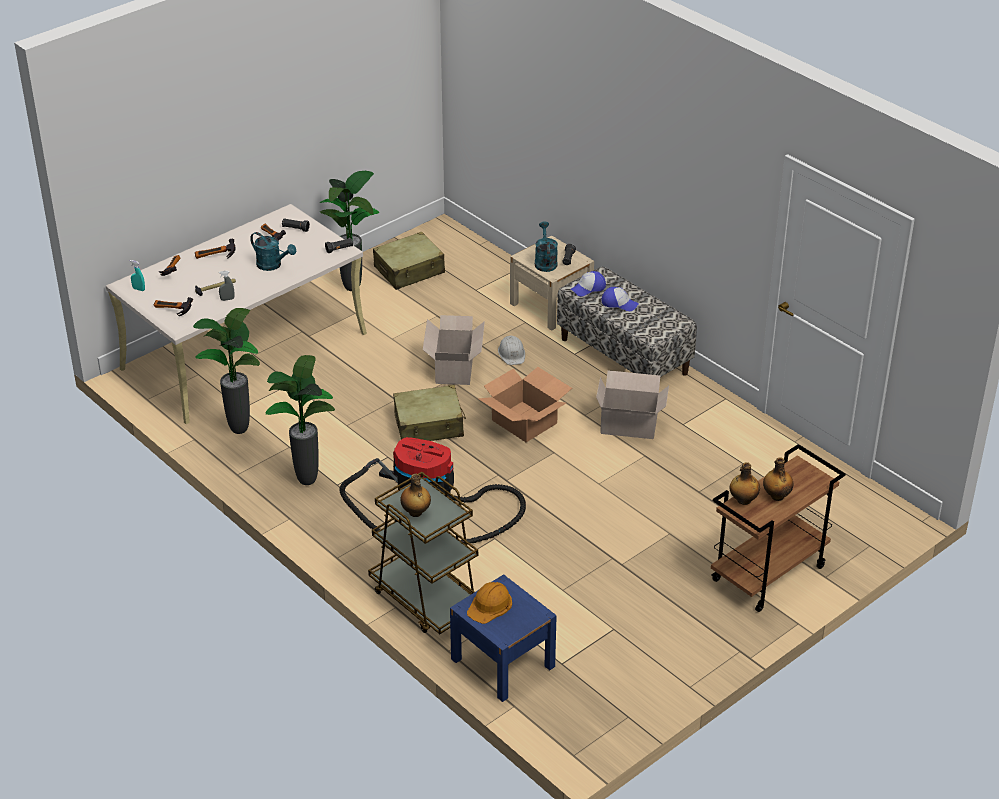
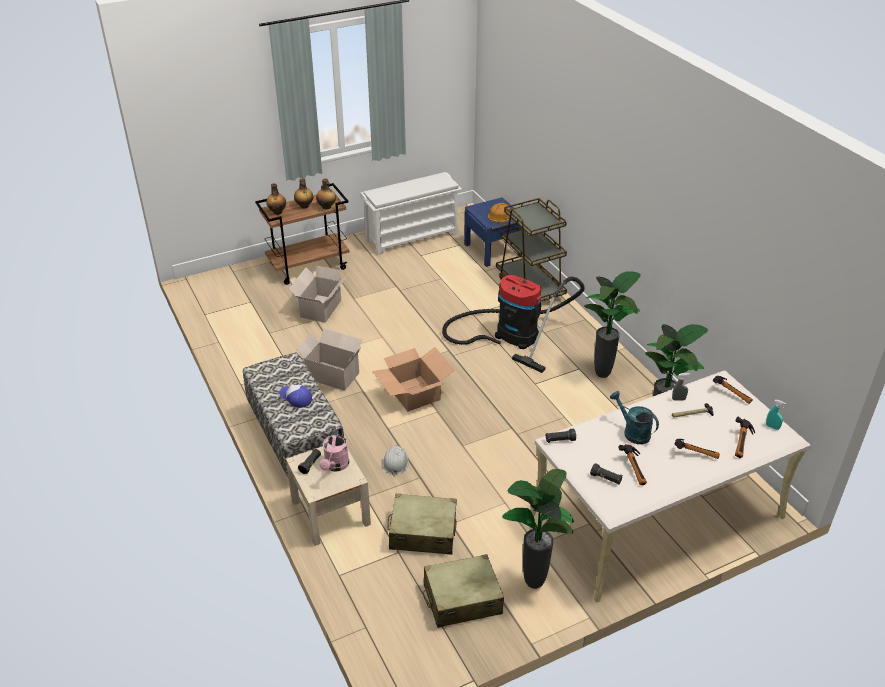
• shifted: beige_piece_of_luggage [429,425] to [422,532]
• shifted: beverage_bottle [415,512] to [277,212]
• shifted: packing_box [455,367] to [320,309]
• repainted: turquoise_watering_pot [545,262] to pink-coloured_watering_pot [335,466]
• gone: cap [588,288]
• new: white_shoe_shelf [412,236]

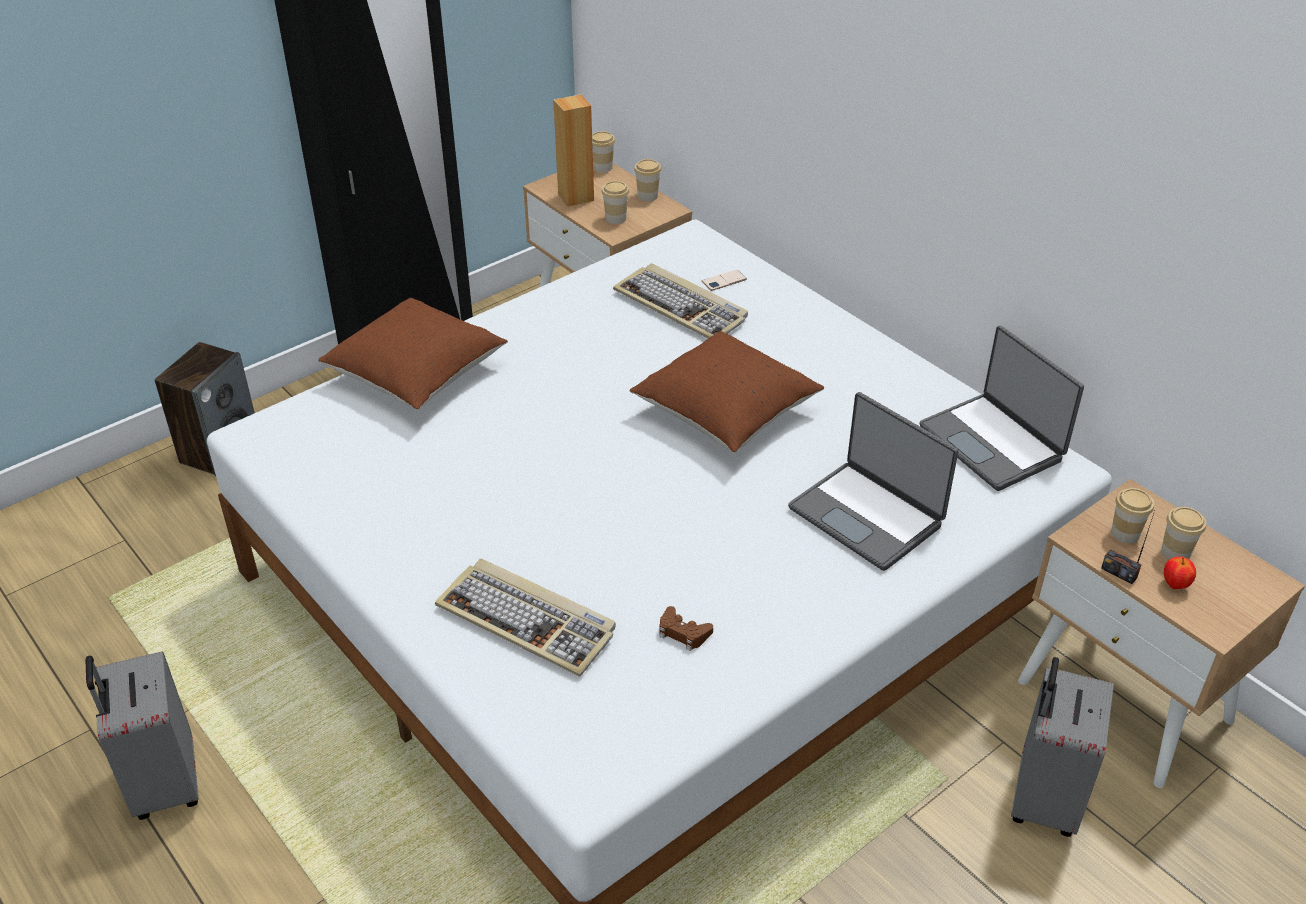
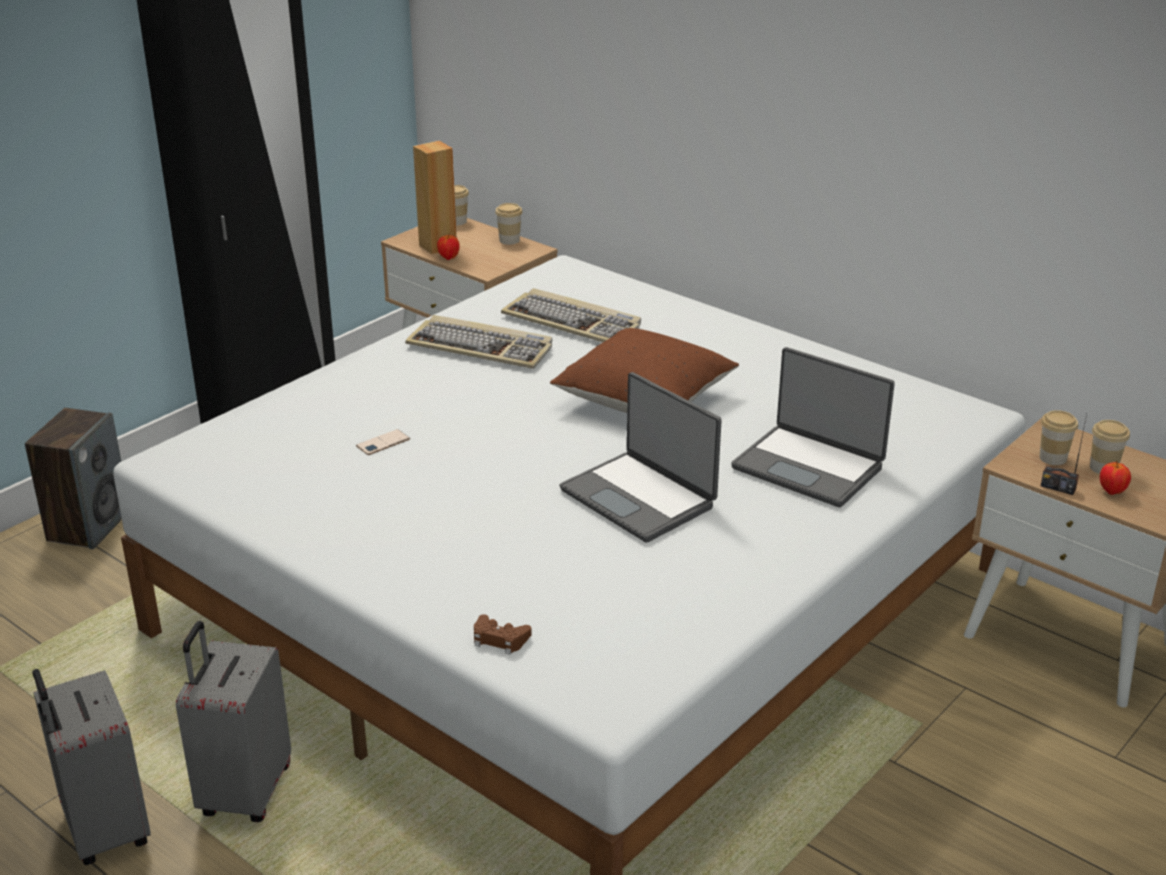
• gone: brownish_throw_pillow [417,374]
• shifted: PC_keyboard [528,620] to [482,347]
• gone: drinking_cup [615,218]
• shifted: brownish_game_controller [683,633] to [499,639]
• shifted: telephone [724,281] to [383,443]
• shifted: laptop [993,442] to [640,497]
• shifted: grey_piece_of_luggage [1042,799] to [244,792]
• new: apple [448,258]

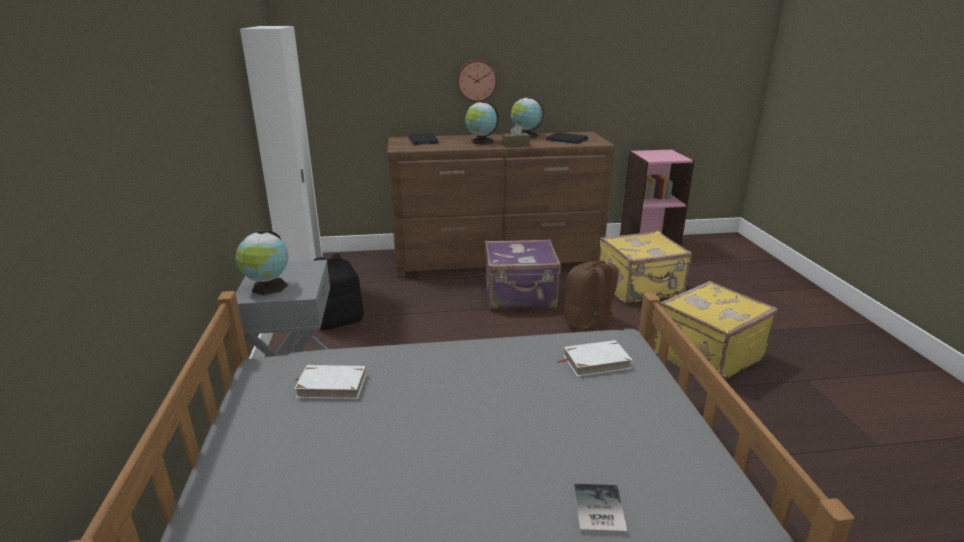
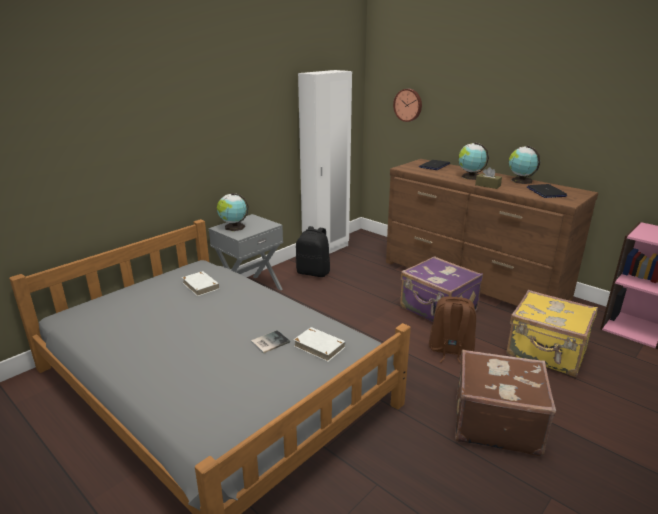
• shifted: wall_clock [476,80] to [408,105]
• shifted: book [597,510] to [269,342]
• repainted: yellow_piece_of_luggage [705,356] to brownish_piece_of_luggage [495,422]

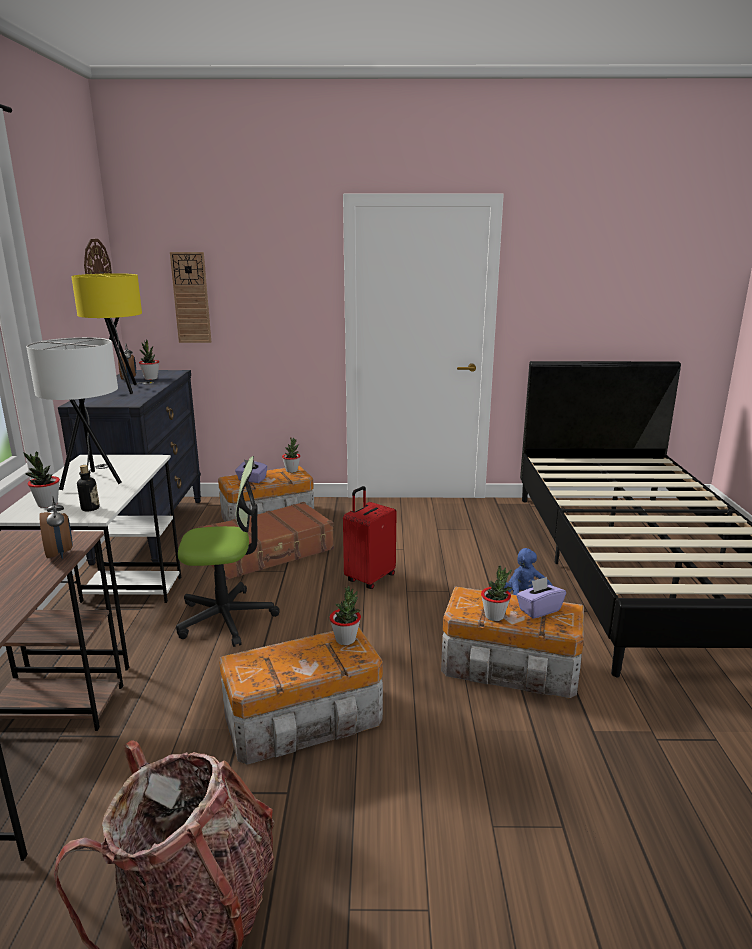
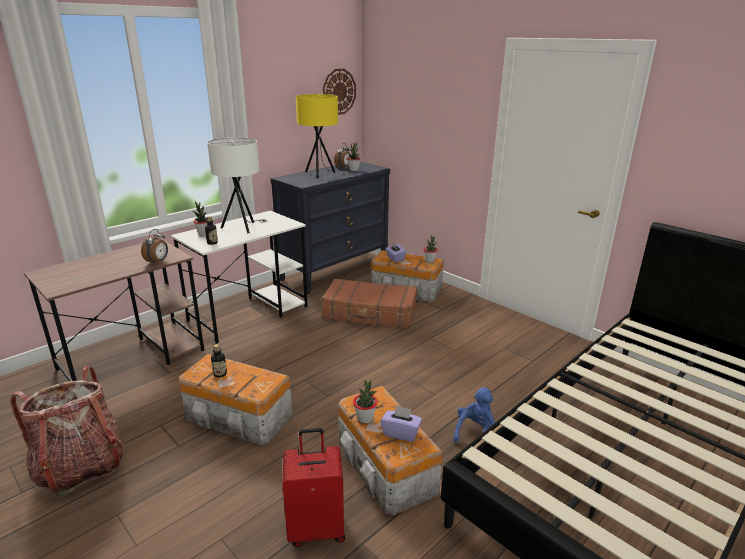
• gone: wall_clock [191,298]
• gone: desk_chair [226,618]
• gone: houseplant [345,639]
• shifted: red-coloured_piece_of_luggage [369,578] to [316,528]
• new: beverage_bottle [220,374]

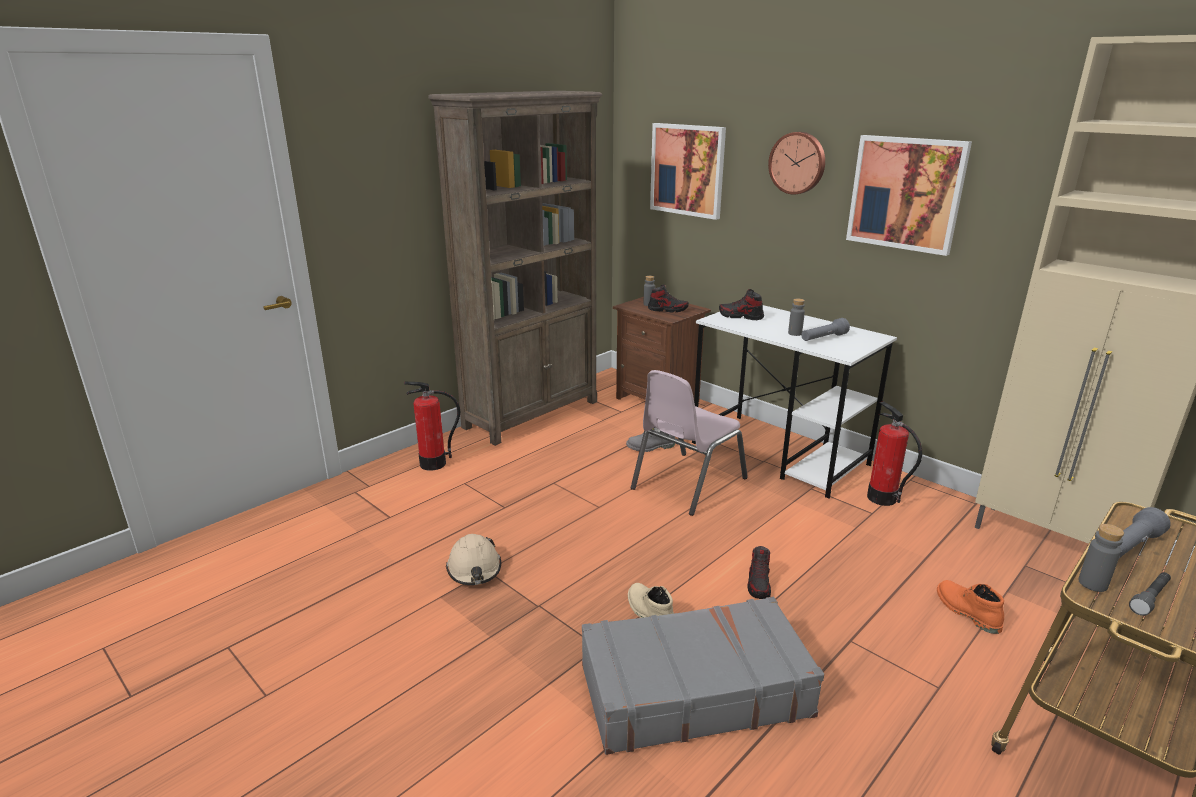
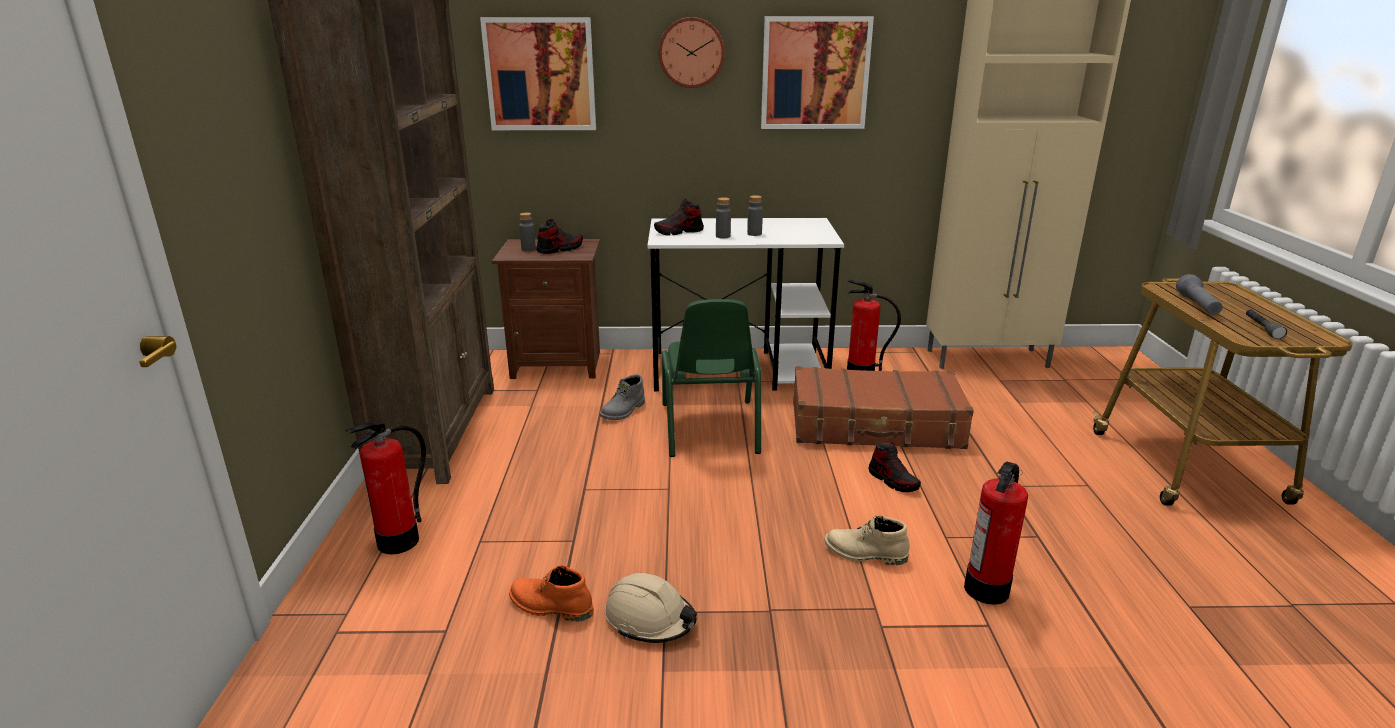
• swapped: grey_piece_of_luggage [693,689] to fire_extinguisher [987,589]
• repainted: pink-coloured_plain_chair [687,483] to green-coloured_plain_chair [710,428]
• gone: grey_torch [823,338]
• shifted: orange_tall_boot [966,611] to [550,607]
• shifted: grey_beverage_bottle [1092,584] to [723,236]
• new: brownish_piece_of_luggage [876,426]

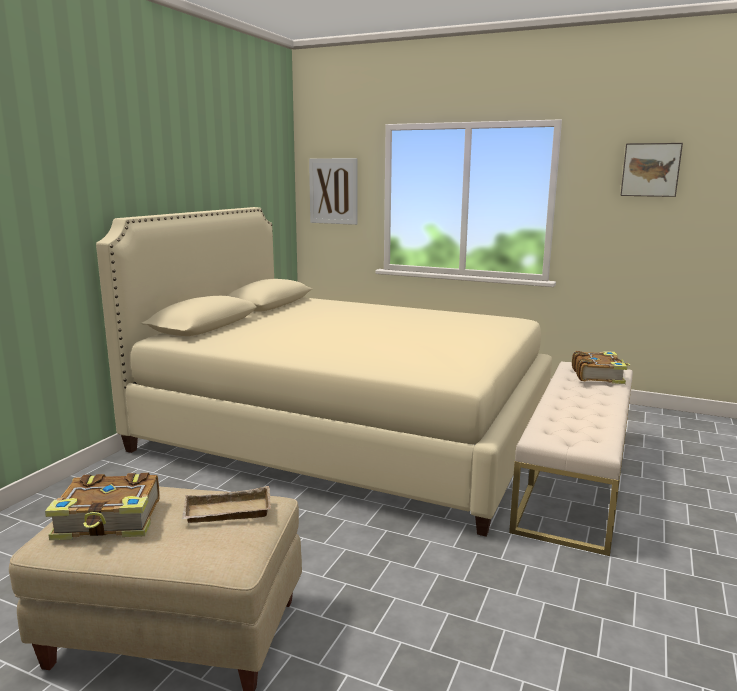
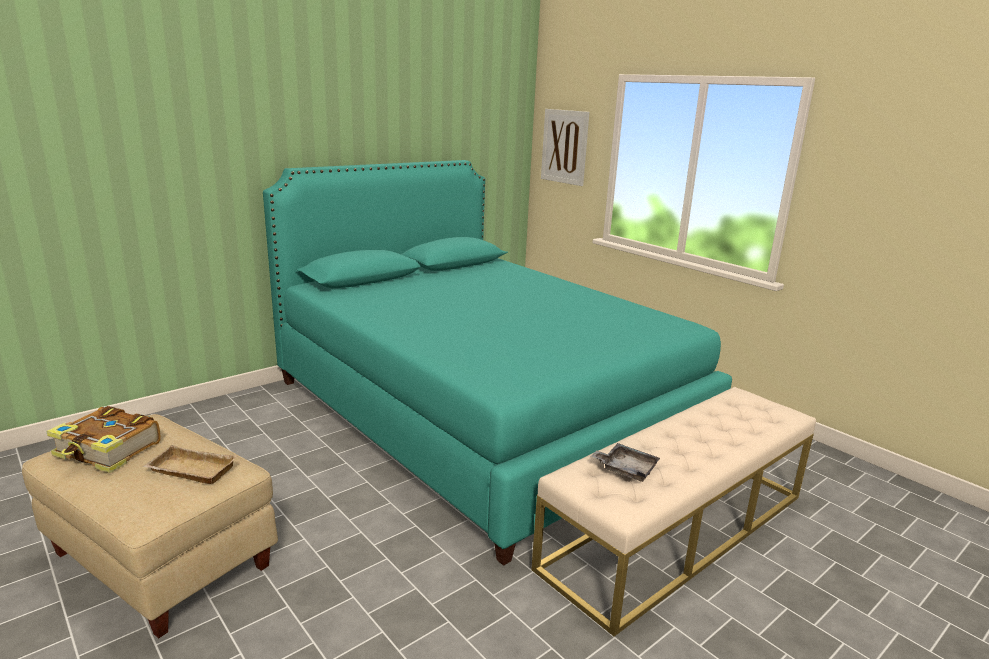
• repainted: beige_sleeping_bed [346,434] to turquoise_sleeping_bed [482,413]
• gone: book [598,375]
• gone: picture [650,170]
• new: grey_tray [626,469]

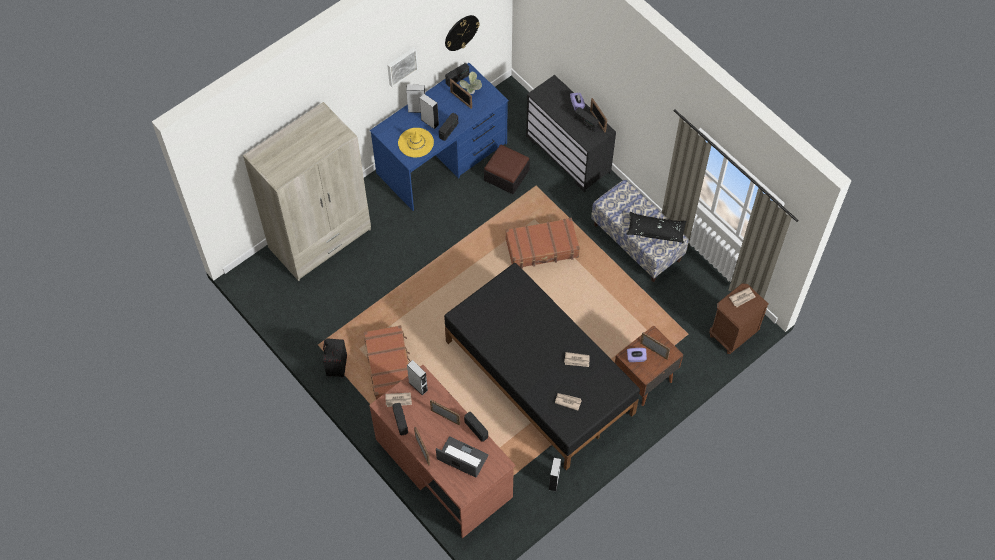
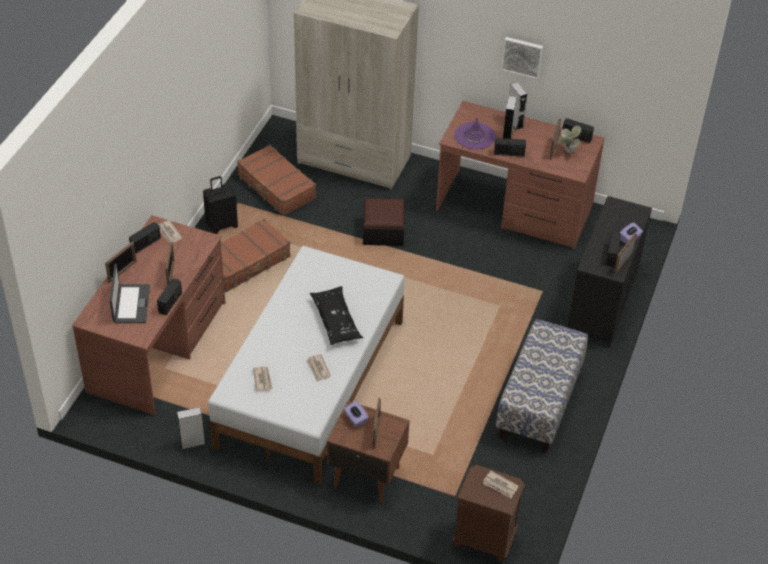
• repainted: bluish_desk_table [442,158] to brownish_desk_table [514,208]
• repainted: yellow_wearable_hat [416,142] to purple-coloured_wearable_hat [474,136]
• gone: grey_audio_speaker [418,386]
• repainted: blackish_sleeping_bed [539,378] to white_sleeping_bed [309,383]
• gone: wall_clock [461,32]
• shifted: footrest [506,175] to [383,231]
• shifted: brownish_piece_of_luggage [542,248] to [276,187]
• shifted: blackish_throw_pillow [655,231] to [336,321]

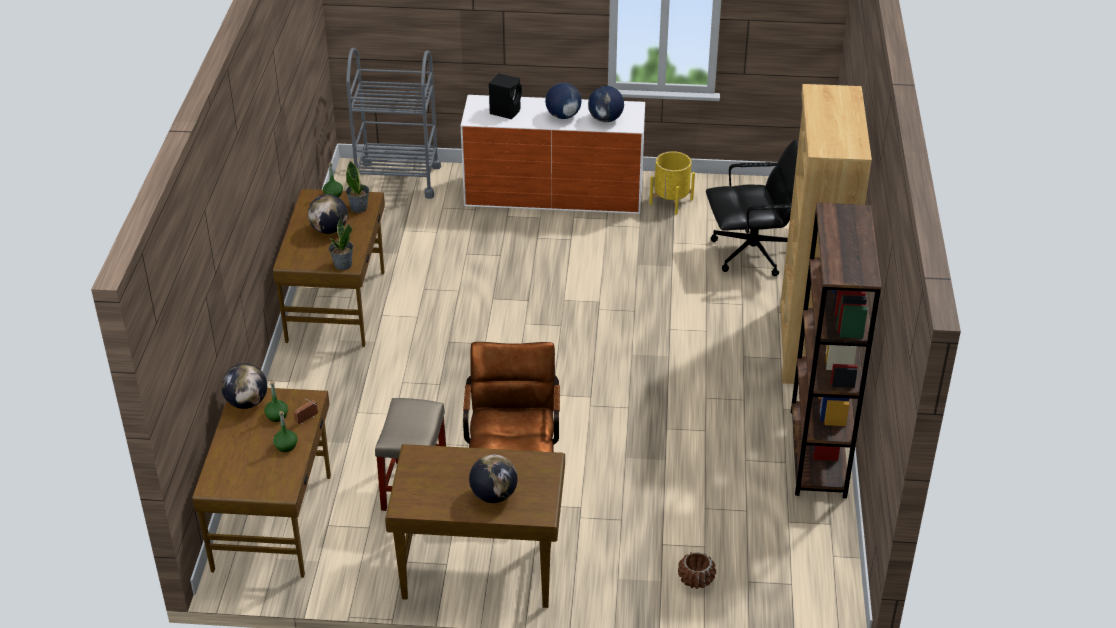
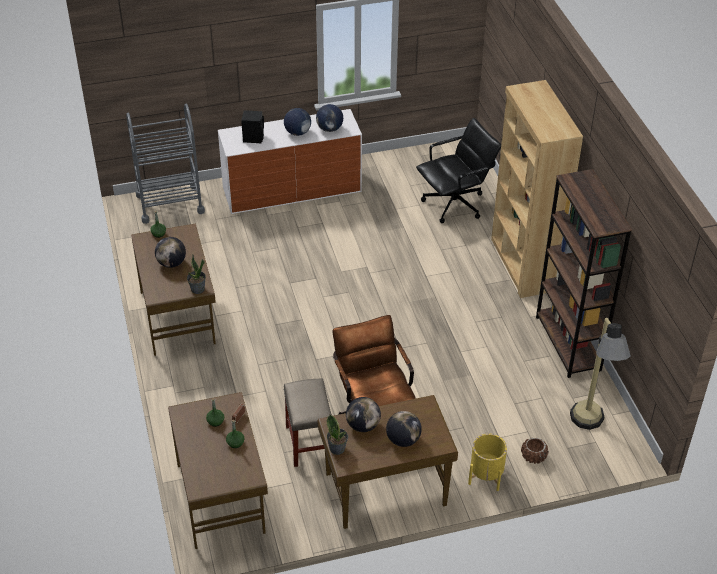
• shifted: world_globe [247,403] to [363,425]
• shifted: houseplant [359,207] to [337,448]
• shifted: yellow_planter [671,201] to [486,475]
• new: floor_lamp [589,429]

